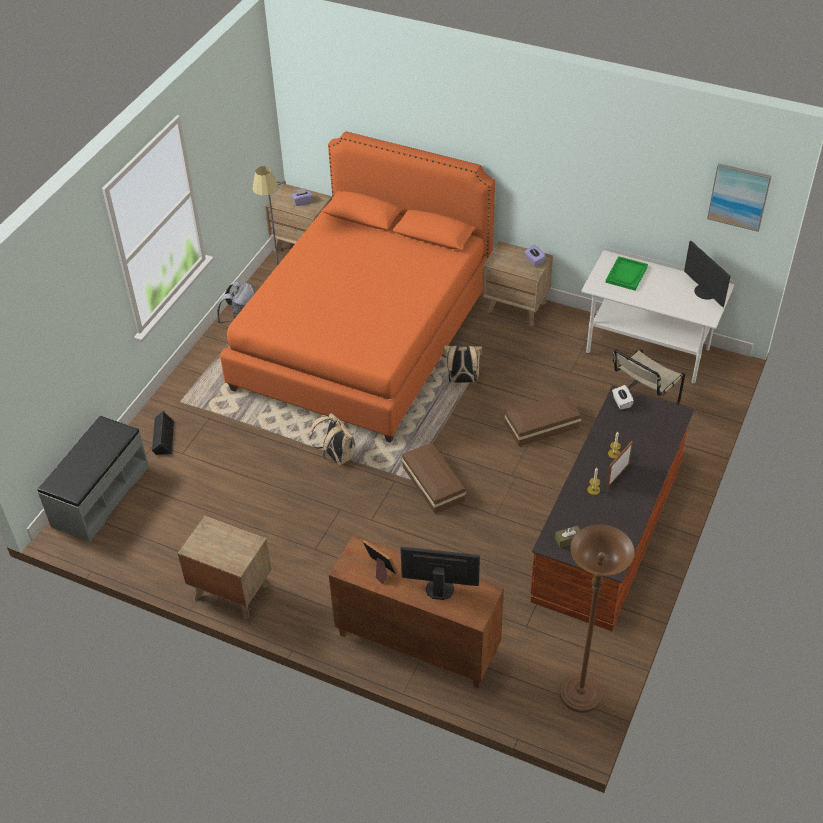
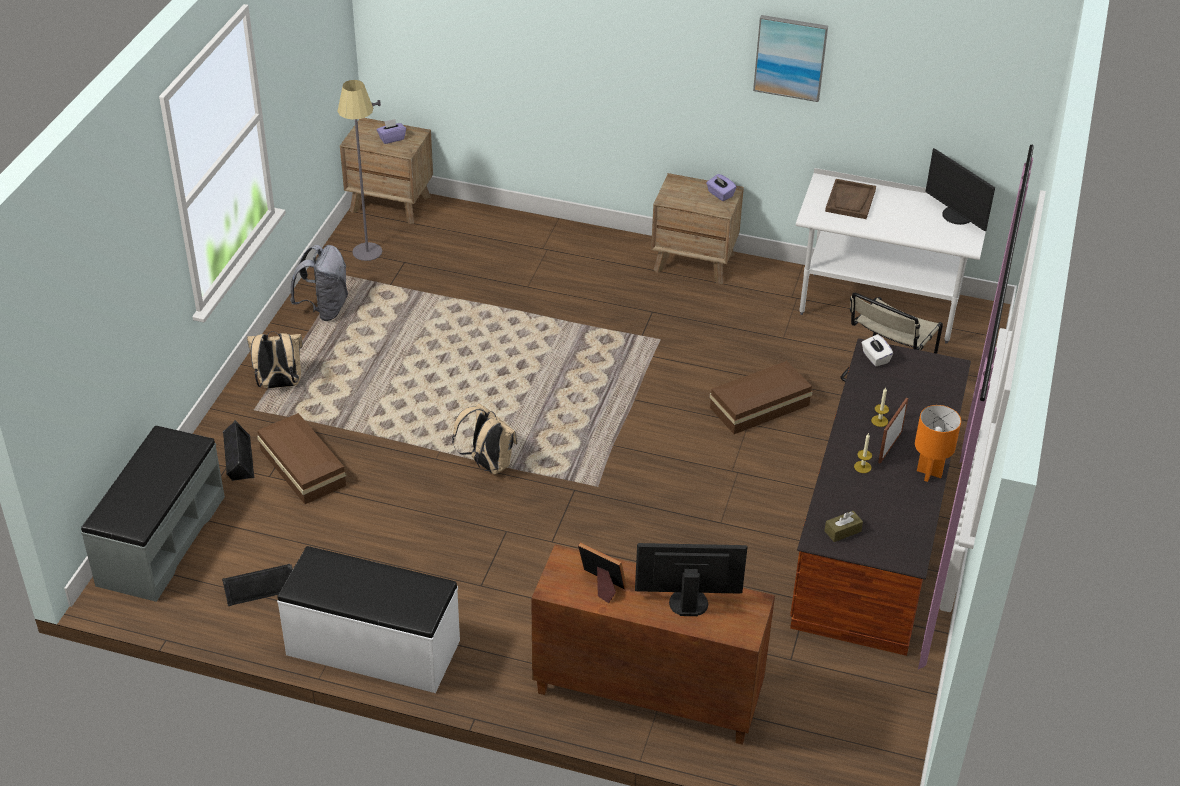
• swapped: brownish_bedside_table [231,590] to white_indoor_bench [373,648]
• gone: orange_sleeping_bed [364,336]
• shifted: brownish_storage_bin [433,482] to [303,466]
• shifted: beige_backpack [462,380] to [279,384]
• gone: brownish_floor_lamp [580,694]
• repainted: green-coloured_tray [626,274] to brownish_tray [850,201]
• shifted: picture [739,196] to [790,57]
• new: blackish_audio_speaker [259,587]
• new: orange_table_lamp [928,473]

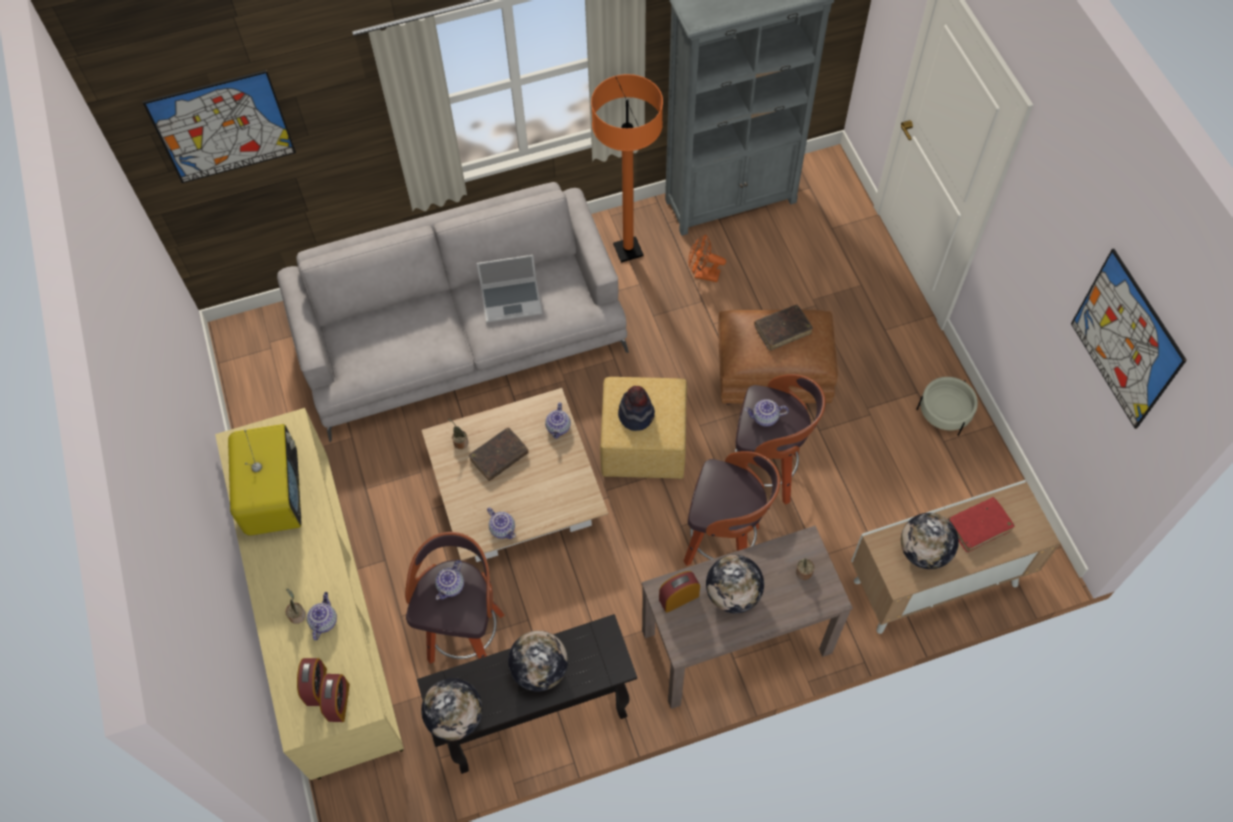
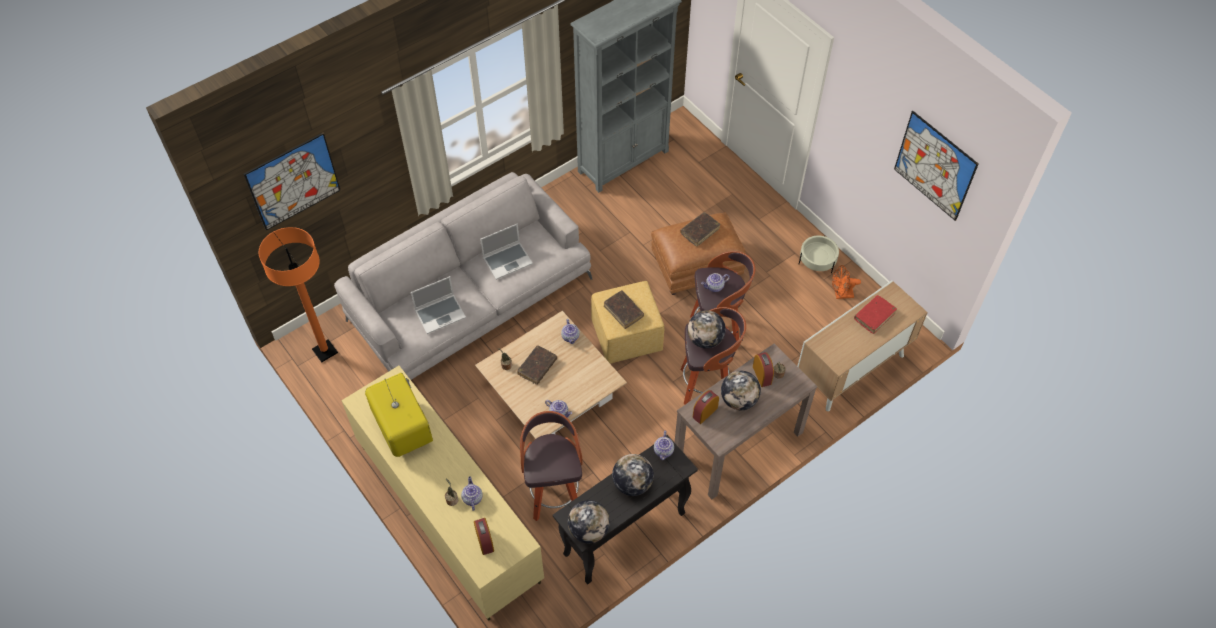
• shifted: table_clock [338,702] to [762,375]
• shifted: tea_pot [451,586] to [664,451]
• shifted: orange_floor_lamp [628,250] to [325,351]
• swapped: wearable_hat [636,414] to brownish_book [623,312]
• shifted: orange_electric_fan [703,274] to [840,295]
• shifted: world_globe [924,551] to [705,339]
• new: laptop [440,314]

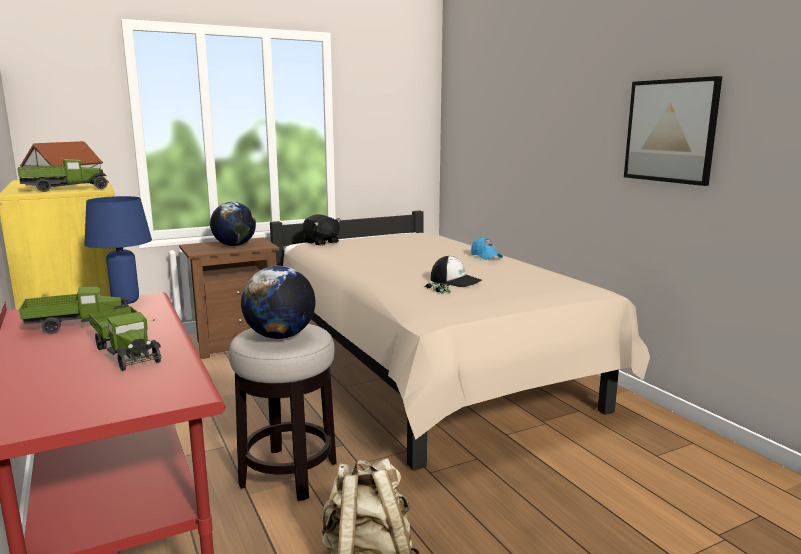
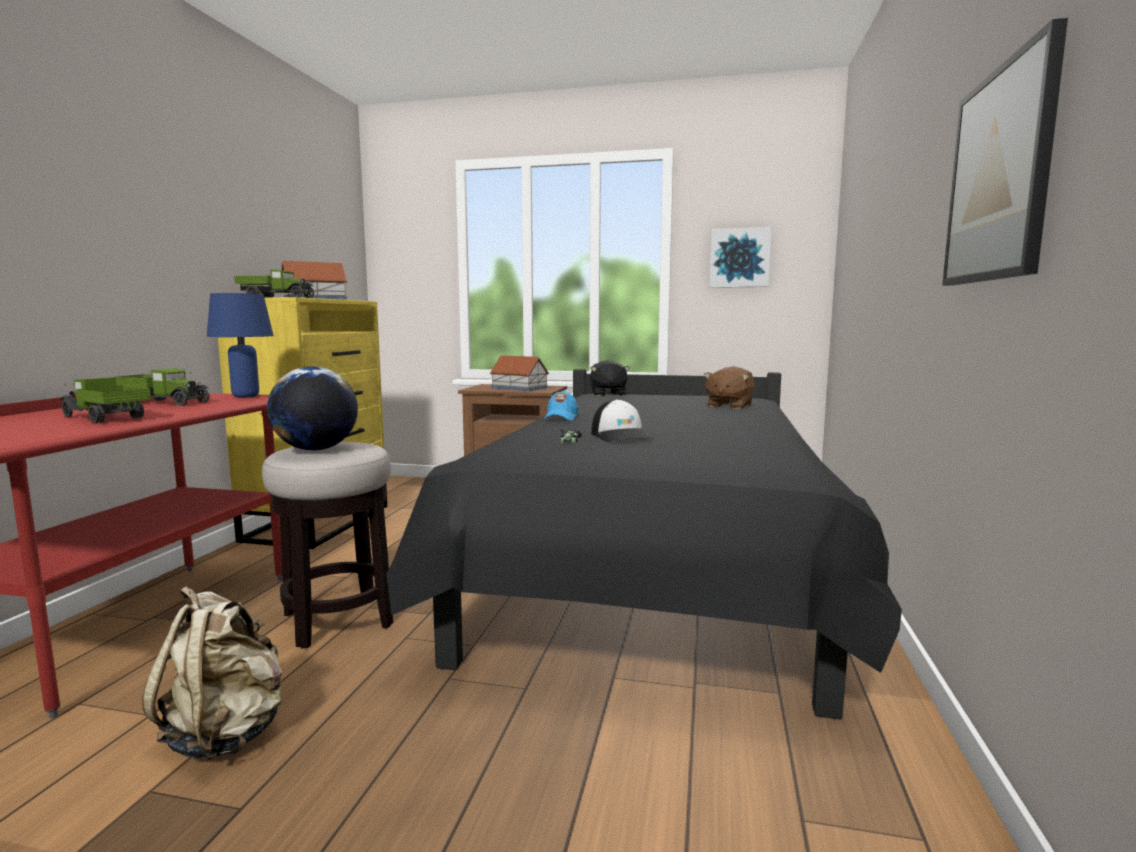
• rotated: model_truck [128,352] = [105,418] 120 degrees clockwise
• swapped: world_globe [234,245] to miniature_house [519,388]
• repainted: beige_sleeping_bed [424,368] to blackish_sleeping_bed [653,569]
• shifted: bluish_cap [486,256] to [561,418]
• new: brownish_soft_toy [728,406]
• new: picture [739,258]

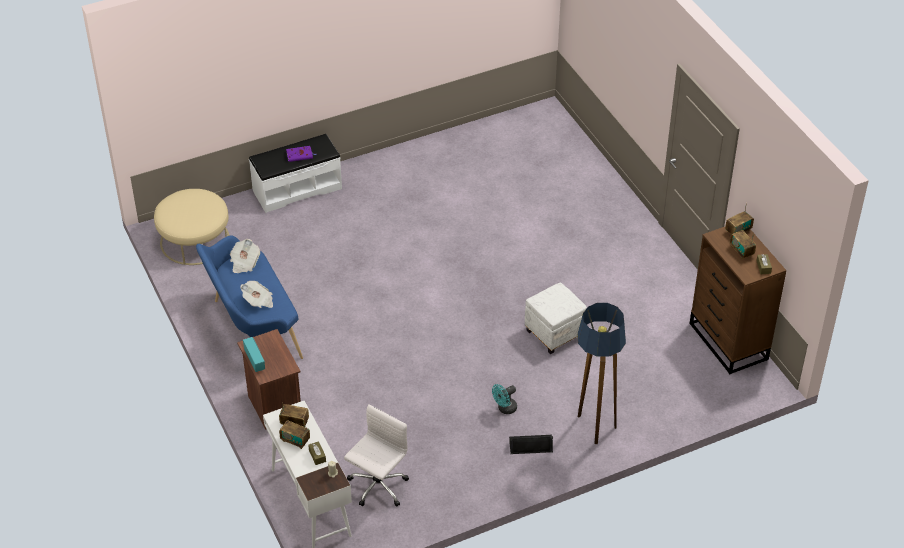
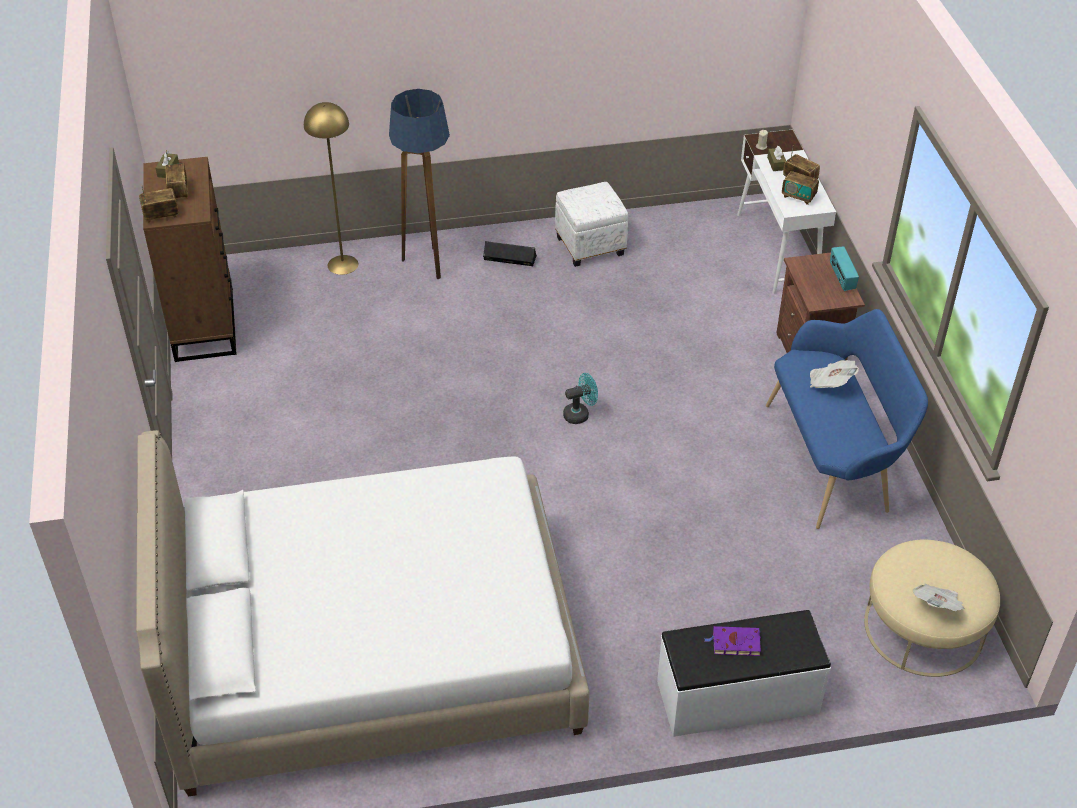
• shifted: printed_paper [244,263] to [937,606]
• gone: white_desk_chair [377,487]
• shifted: turquoise_electric_fan [504,409] to [580,414]
• shifted: white_footrest [554,334] to [590,245]
• new: white_sleeping_bed [372,651]
• new: yellow_floor_lamp [343,264]

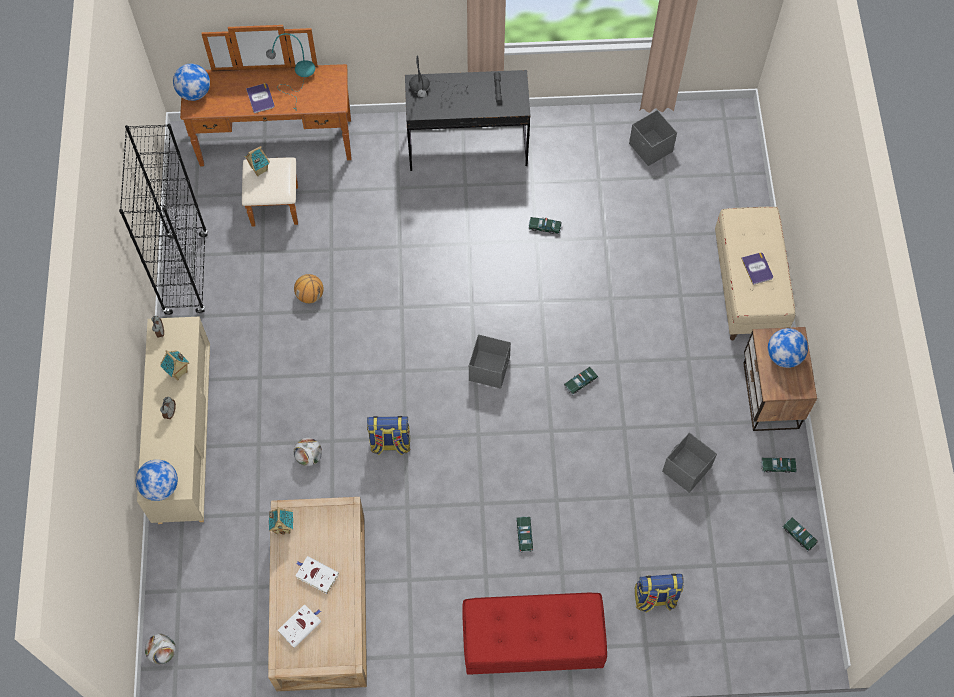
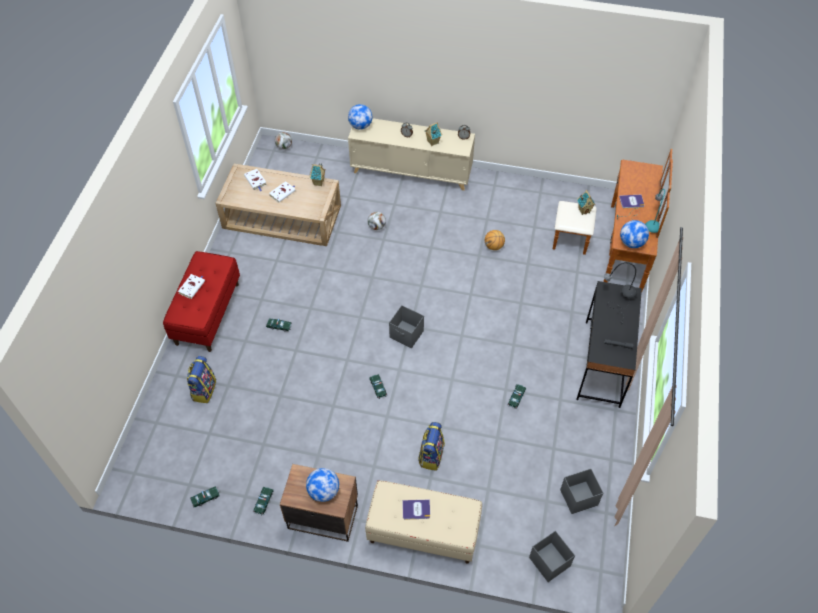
• gone: blackish_bookshelf [186,274]
• shifted: world_globe [194,93] to [631,243]
• shifted: backpack [390,443] to [431,455]
• shifted: grey_storage_bin [685,469] to [549,561]
• new: white_book [192,287]

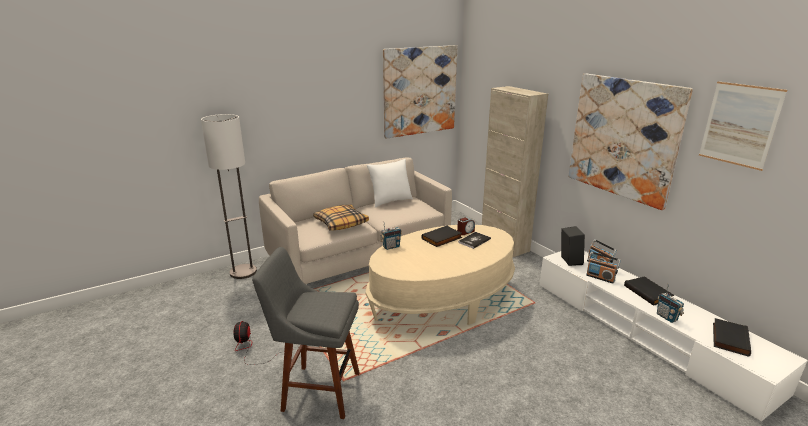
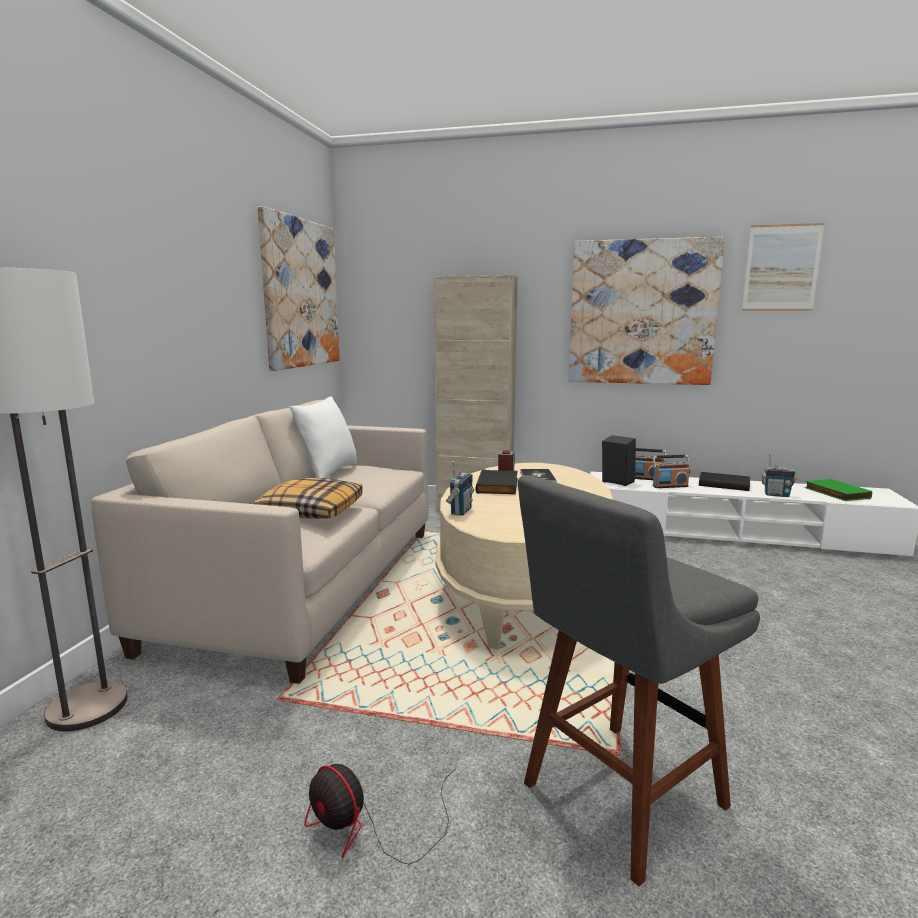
• repainted: blackish_book [728,338] to green-coloured_book [835,493]

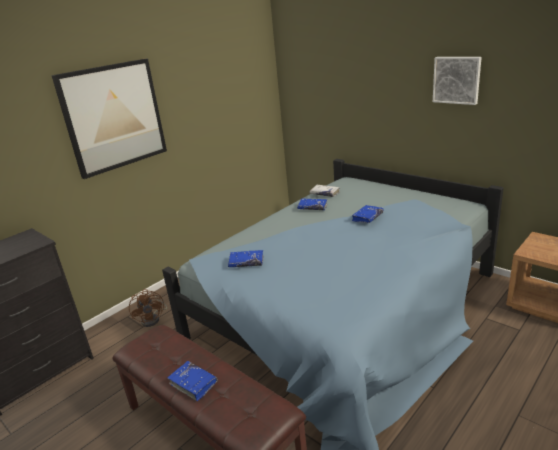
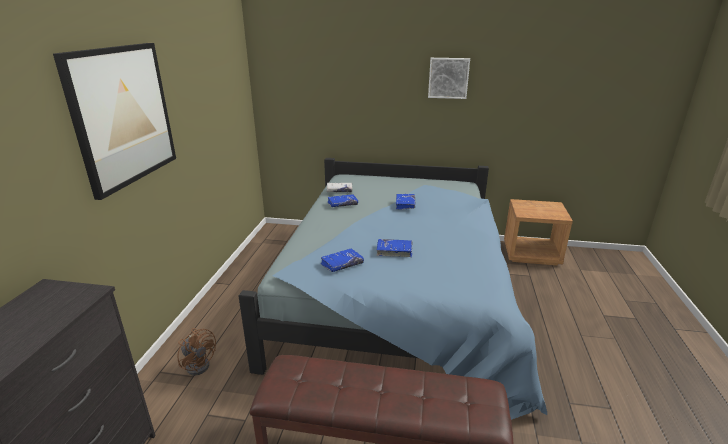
• shifted: bluish_book [193,383] to [394,251]

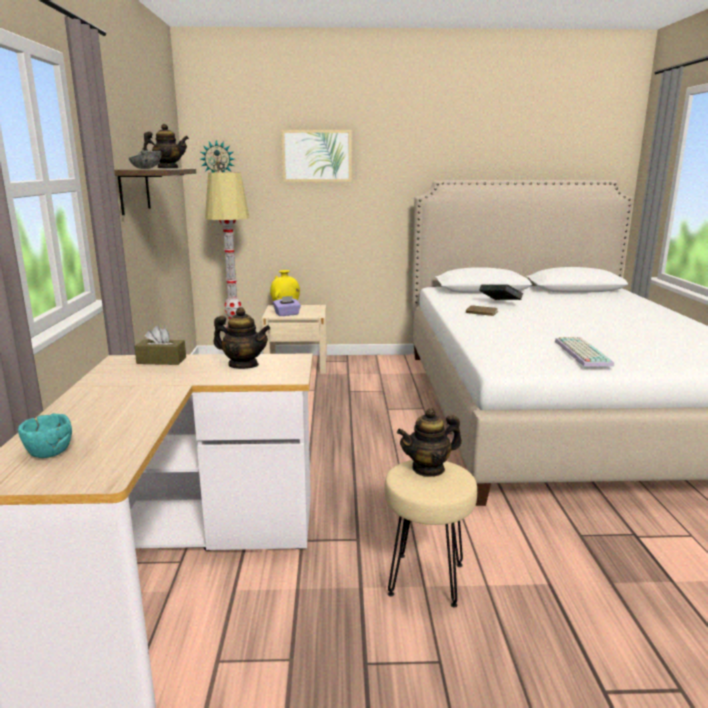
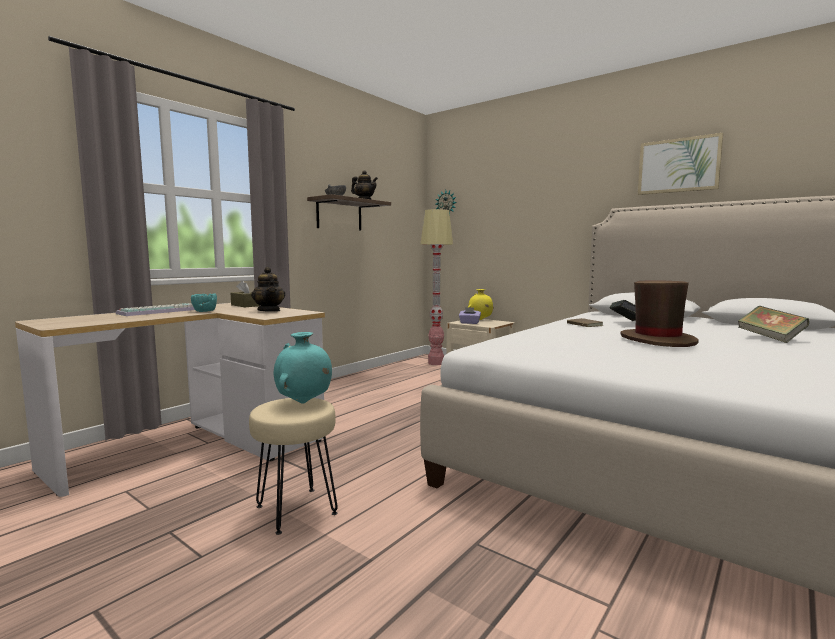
• shifted: turquoise_bowl [48,452] to [204,311]
• shifted: picture [317,156] to [678,165]
• swapped: tea_pot [428,468] to turquoise_flower_vase [304,403]
• shifted: PC_keyboard [580,352] to [161,311]
• new: brownish_wearable_hat [657,340]
• new: book [770,338]

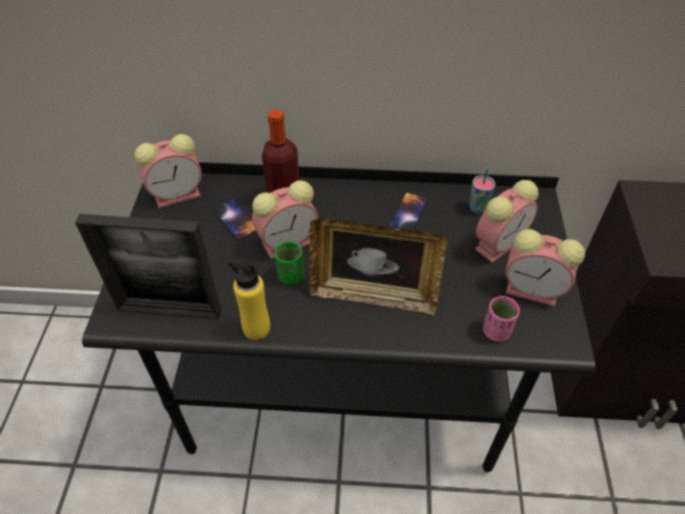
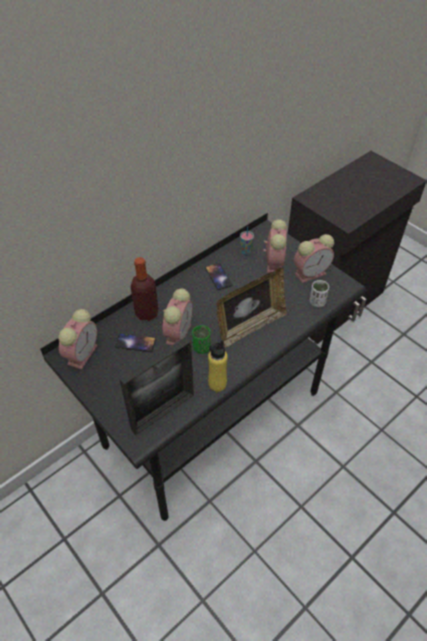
• repainted: pink-coloured_drinking_cup [496,331] to white_drinking_cup [317,302]

